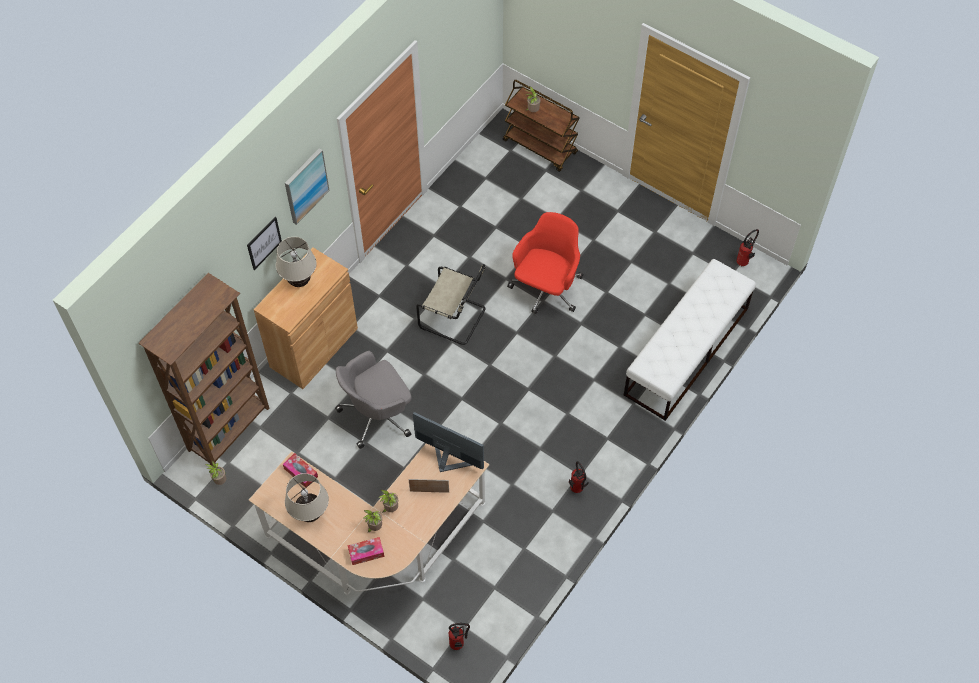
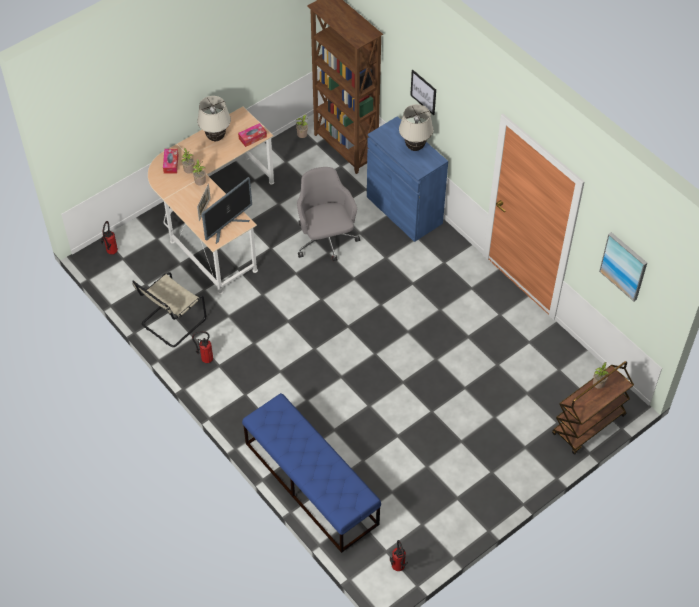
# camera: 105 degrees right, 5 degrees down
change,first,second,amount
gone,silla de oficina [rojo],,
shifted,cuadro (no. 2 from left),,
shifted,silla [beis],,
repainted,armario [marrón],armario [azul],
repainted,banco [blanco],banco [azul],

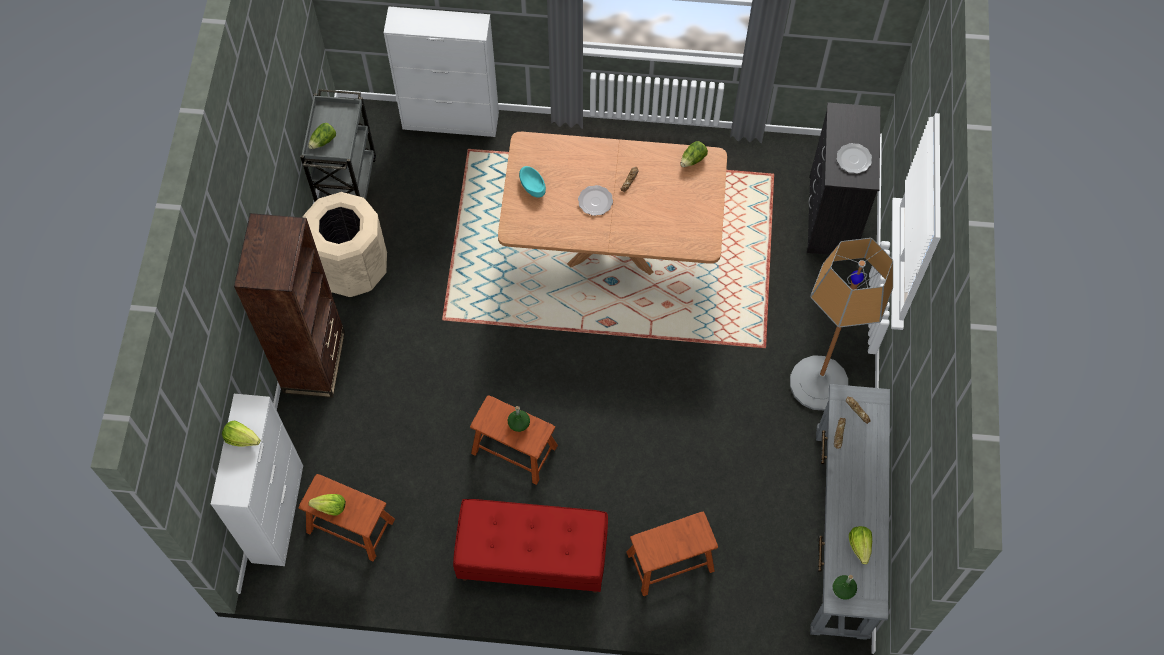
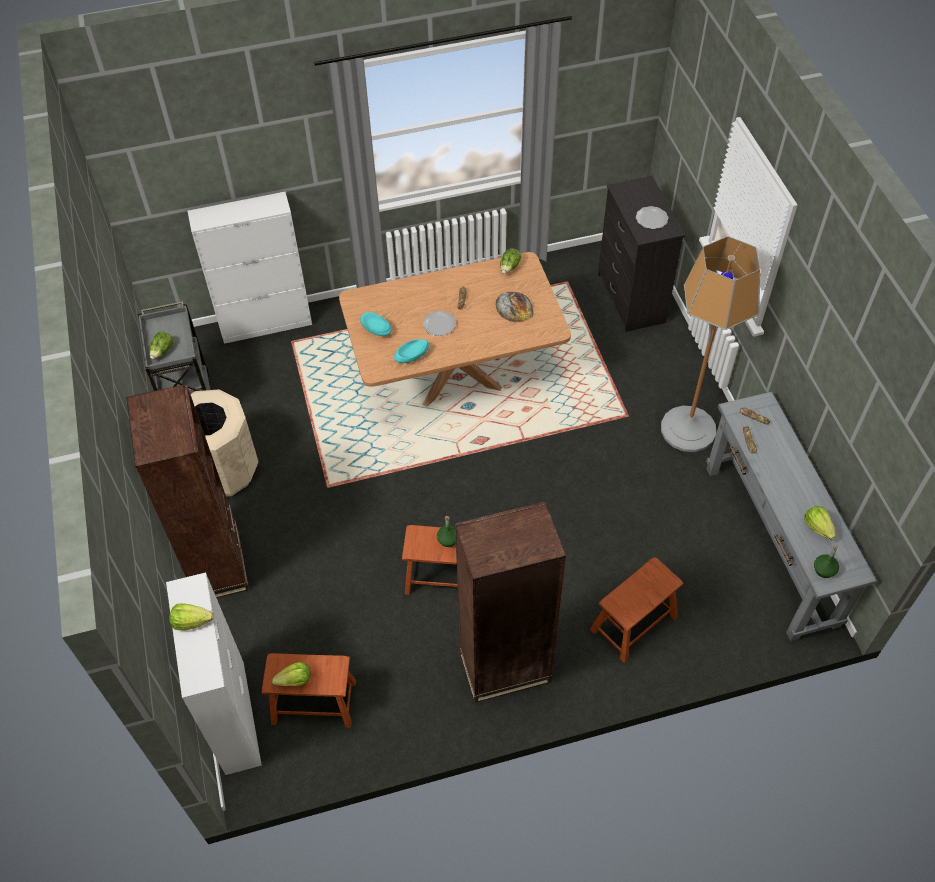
# camera: 20 degrees left, 10 degrees down
change,first,second,amount
new,,cuenco [turquesa] (no. 2 from left),
new,,pan (no. 2 from left),
swapped,banco [rojo],estantería [marrón] (no. 2 from left),

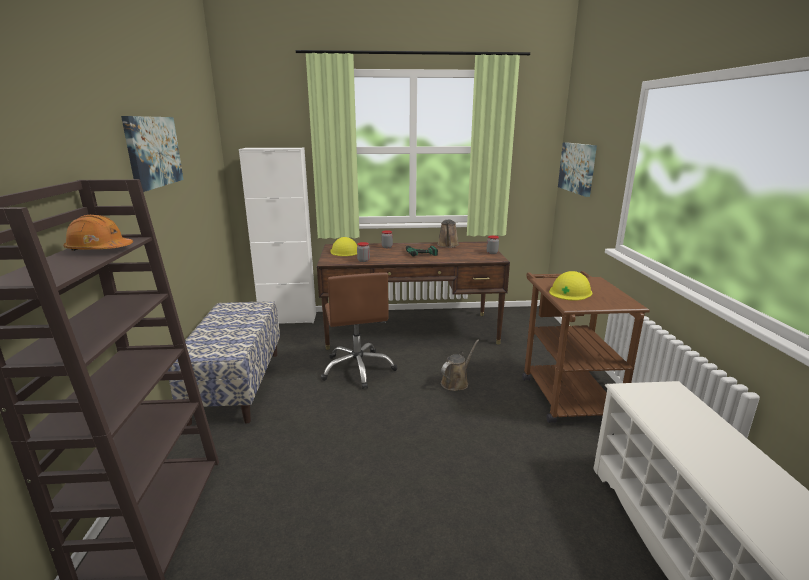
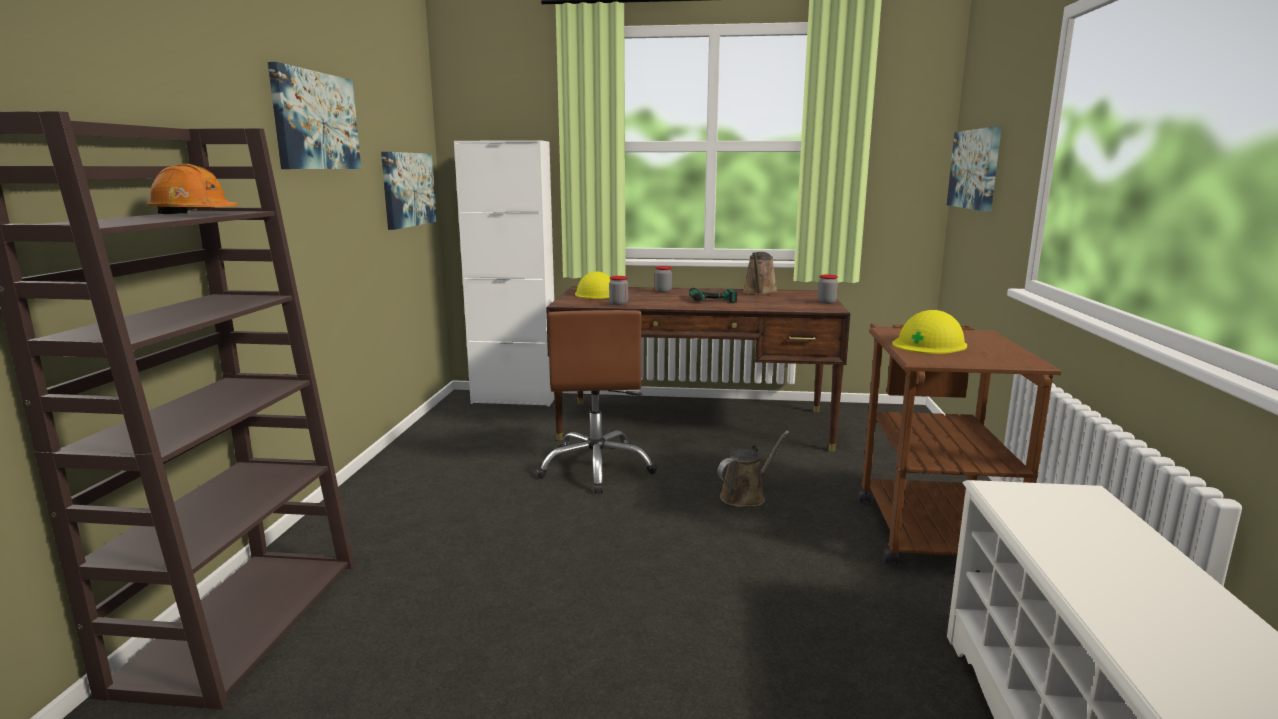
# camera: 10 degrees right, 5 degrees down
change,first,second,amount
gone,banco,,
new,,cuadro (no. 2 from left),

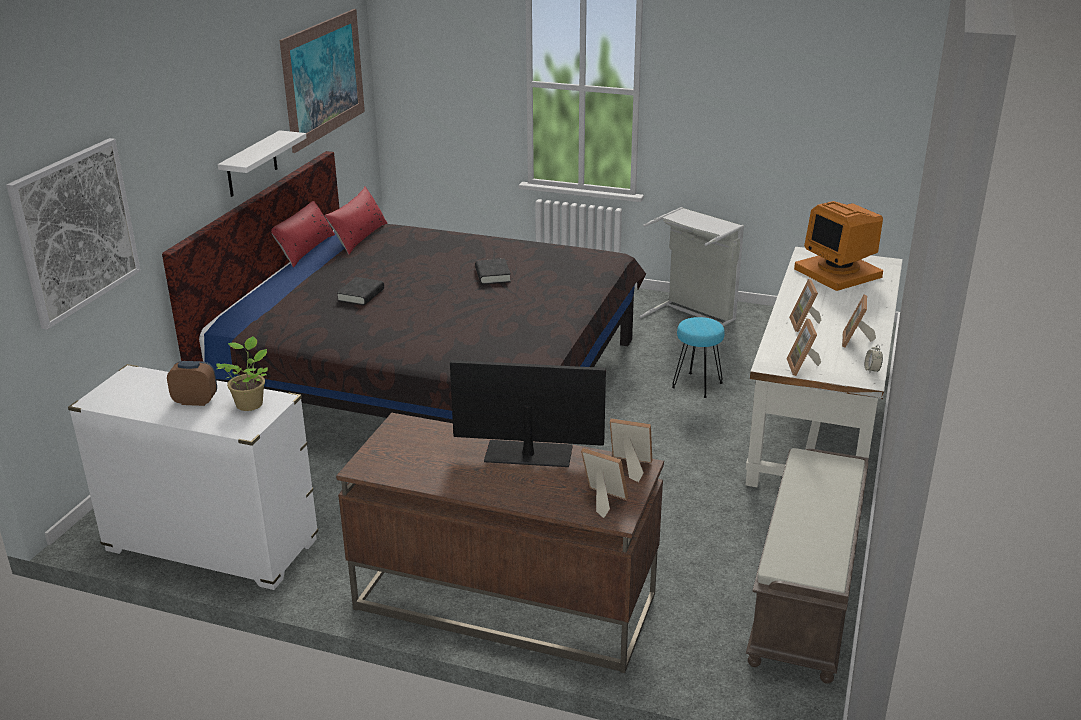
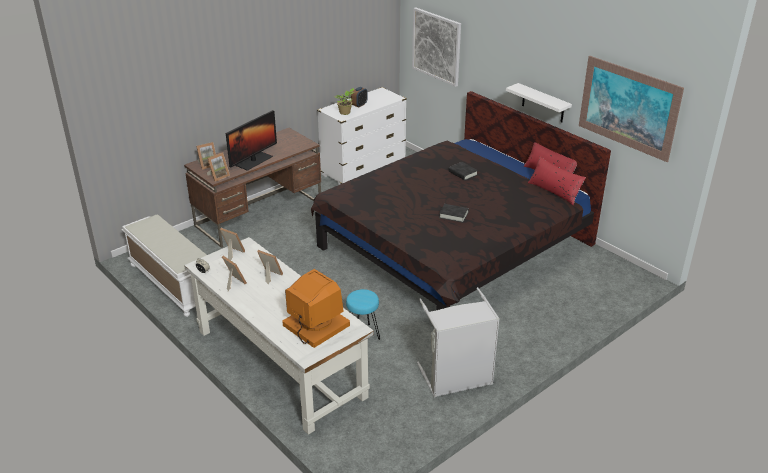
# camera: 120 degrees right, 5 degrees up
change,first,second,amount
repainted,banco [marrón],banco [blanco],
rotated,monitor (no. 2 from left),,45 degrees clockwise

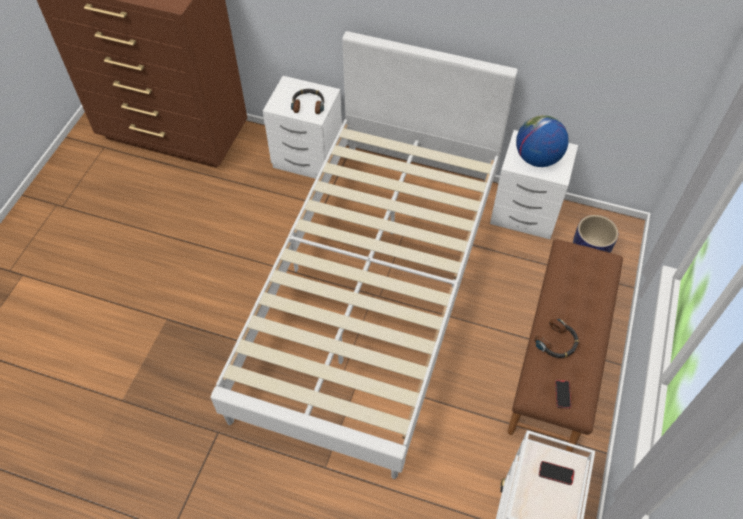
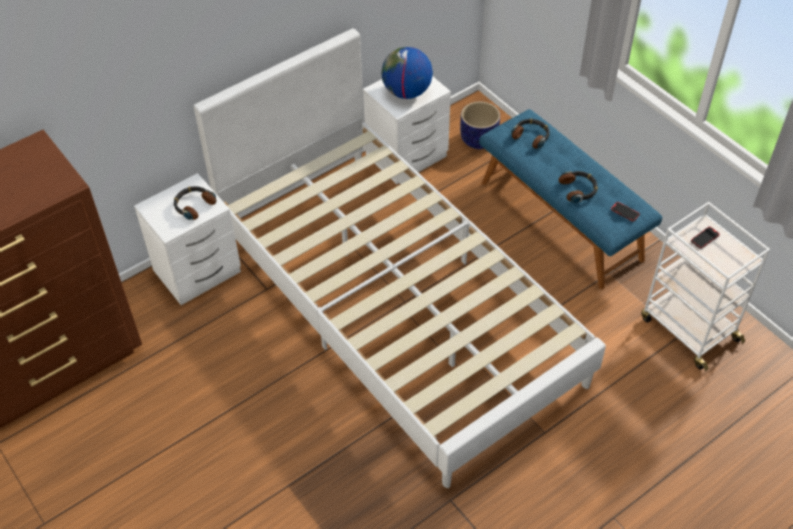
# camera: 55 degrees left, 5 degrees down
change,first,second,amount
new,,auriculares (no. 2 from left),
repainted,banco [marrón],banco [azul],

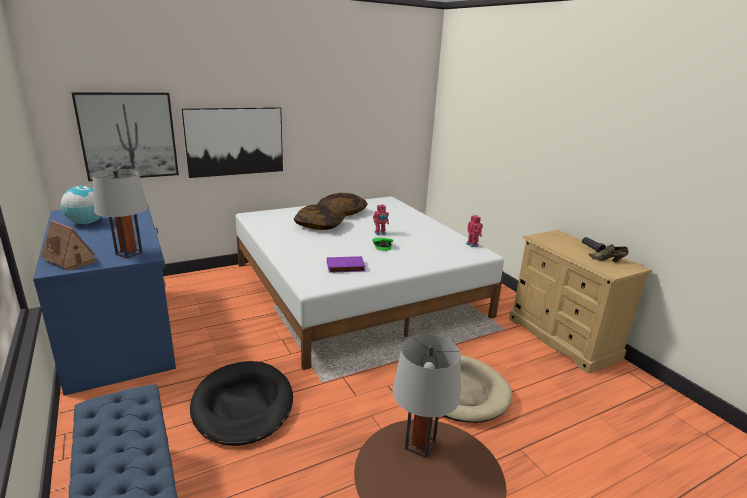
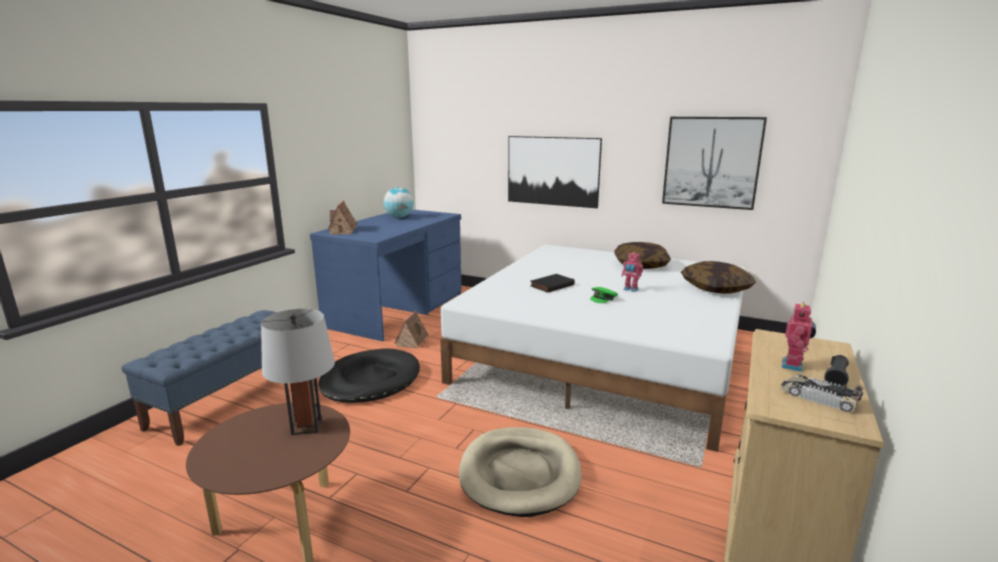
# camera: 55 degrees right, 5 degrees down
change,first,second,amount
gone,lámpara de mesa [gris] (no. 1 from left),,
gone,libro [morado],,
new,,casita (no. 2 from left),
new,,libro [negro],
shifted,cuadro (no. 1 from left in the first image),cuadro (no. 2 from left),
shifted,cojín (no. 1 from left in the first image),cojín (no. 2 from left),
shifted,robot de juguete (no. 2 from left),,
swapped,zapato [marrón],coche de juguete,

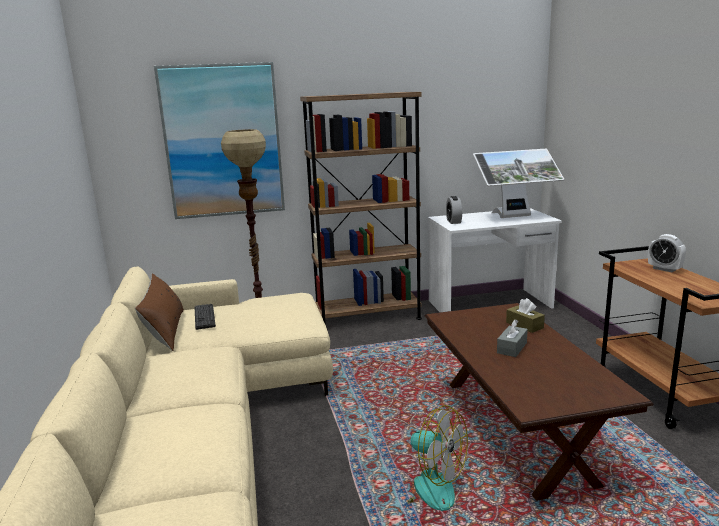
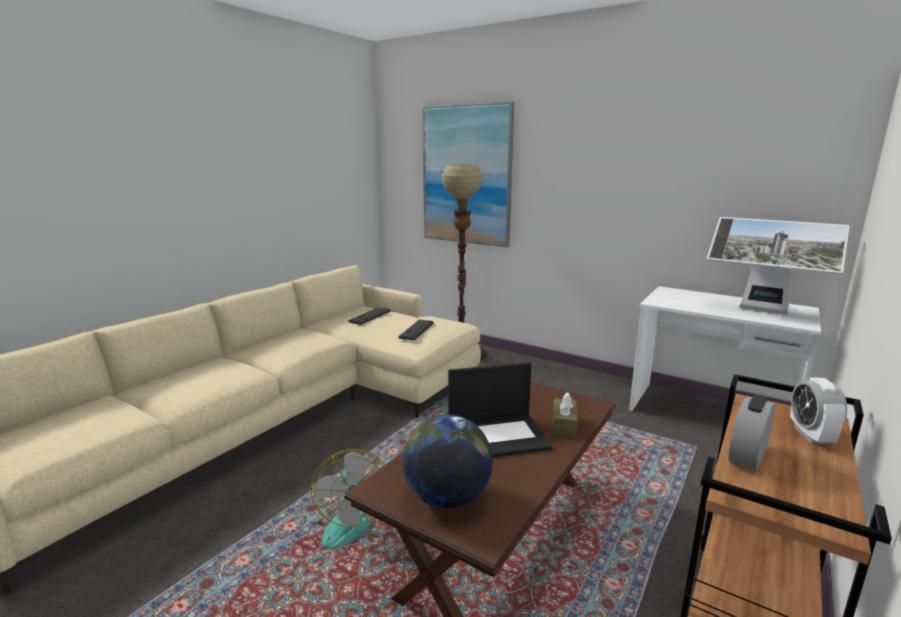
# camera: 45 degrees right, 0 degrees up
change,first,second,amount
gone,cojín [marrón],,
gone,estantería [marrón],,
new,,teclado (no. 2 from left),
new,,globo terráqueo,
shifted,despertador (no. 1 from left),,
swapped,caja de pañuelos [gris],portátil,

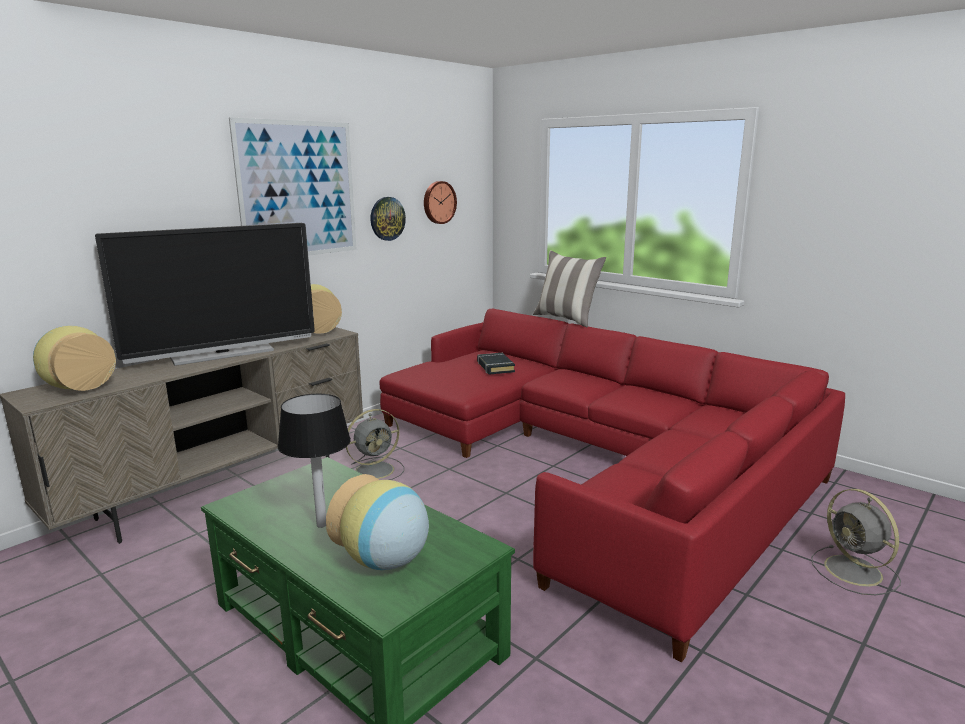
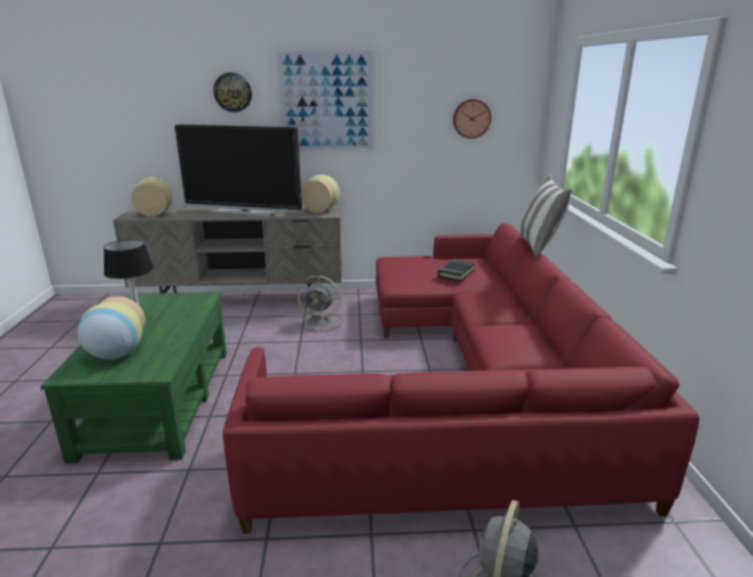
# camera: 45 degrees right, 5 degrees up
change,first,second,amount
shifted,reloj de pared (no. 1 from left),,

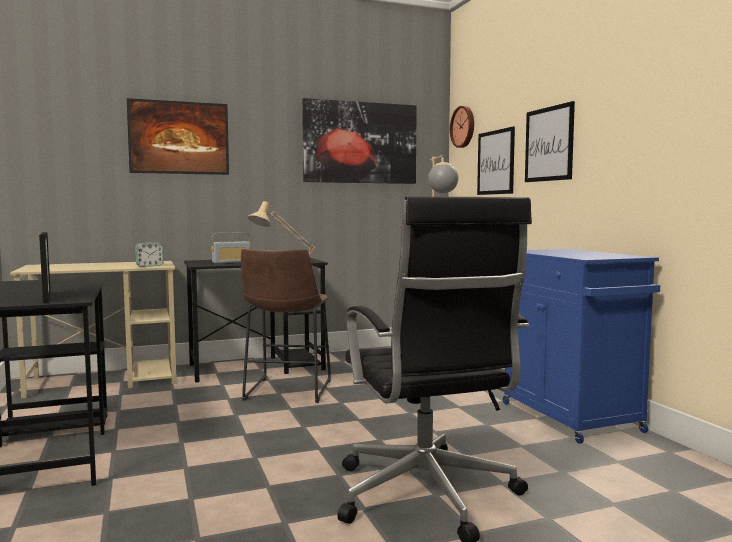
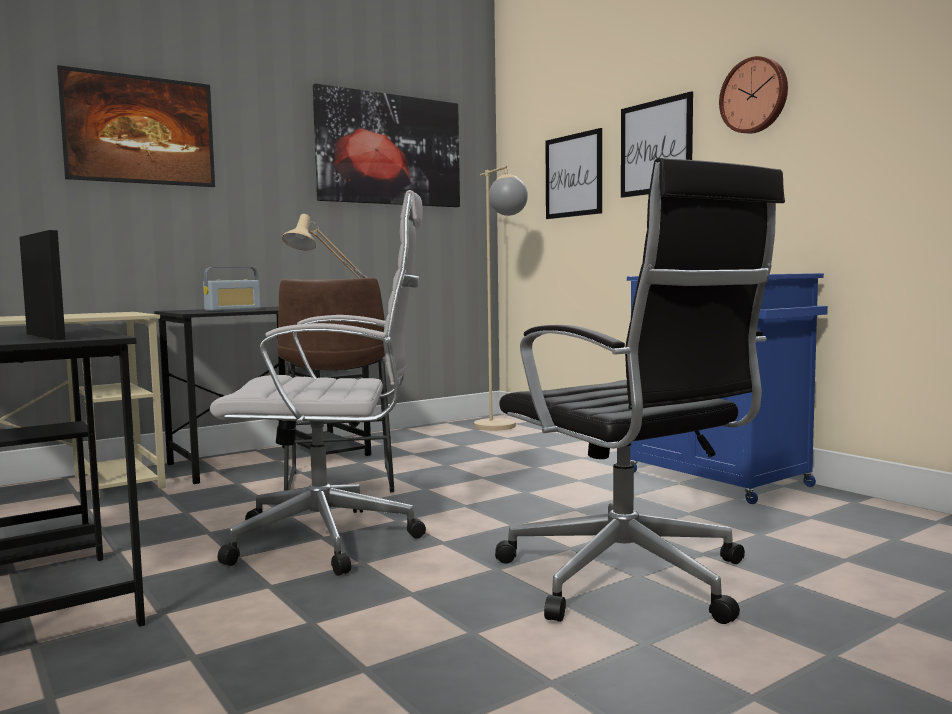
# camera: 15 degrees left, 0 degrees up
change,first,second,amount
gone,despertador,,
new,,silla de oficina [blanco],
shifted,reloj de pared,,

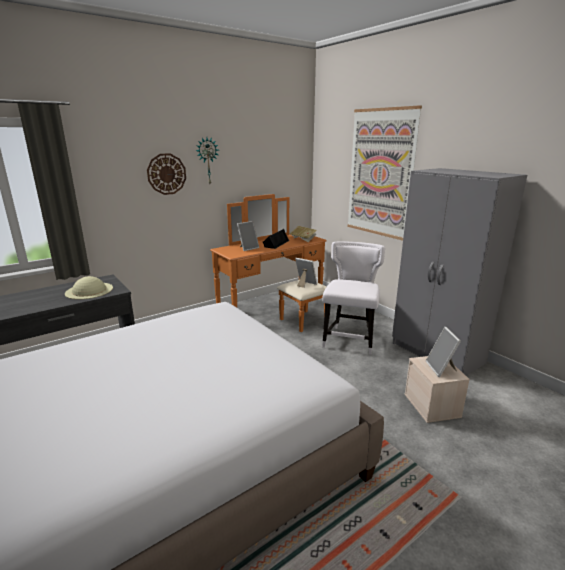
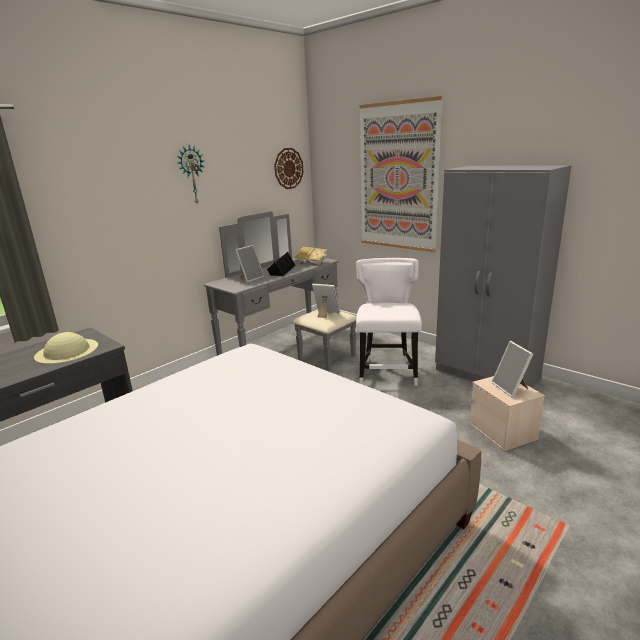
# camera: 10 degrees left, 0 degrees up
change,first,second,amount
shifted,reloj de pared (no. 1 from left in the first image),reloj de pared (no. 2 from left),
repainted,cómoda [naranja],cómoda [gris],

